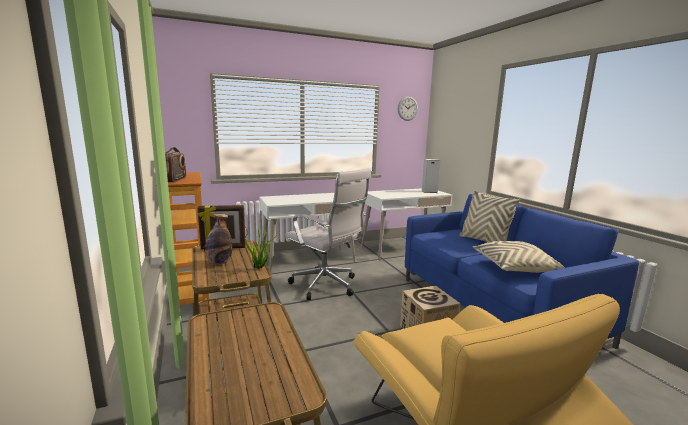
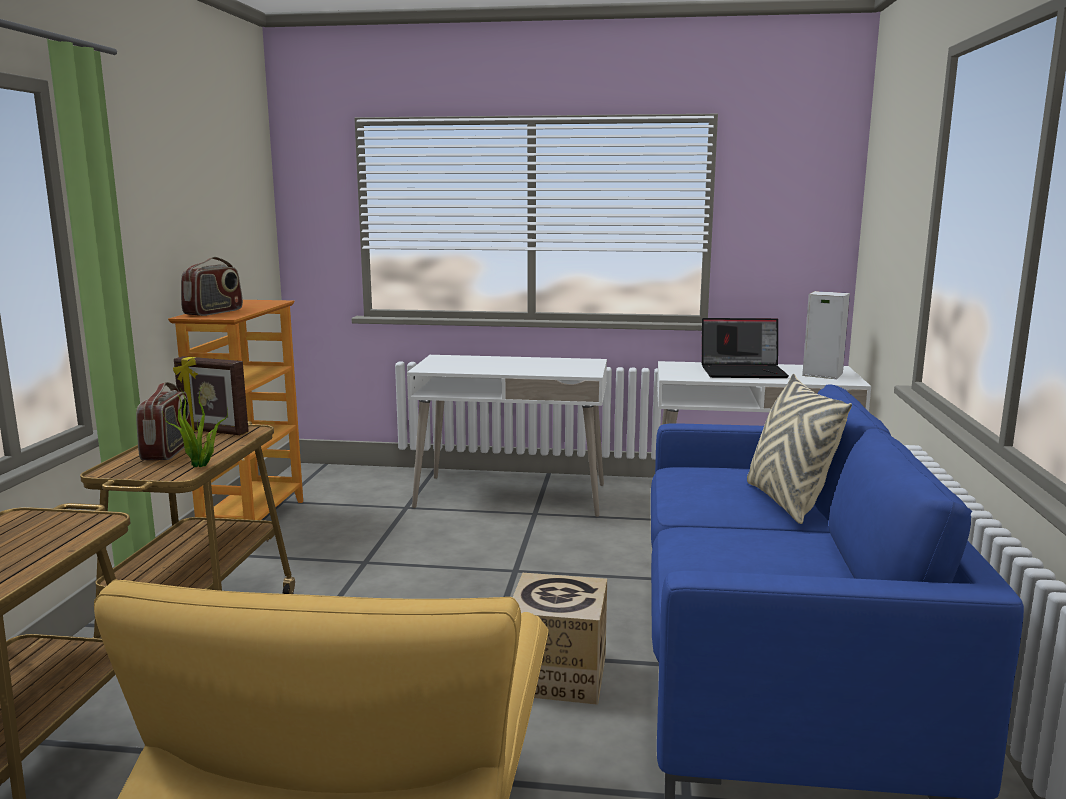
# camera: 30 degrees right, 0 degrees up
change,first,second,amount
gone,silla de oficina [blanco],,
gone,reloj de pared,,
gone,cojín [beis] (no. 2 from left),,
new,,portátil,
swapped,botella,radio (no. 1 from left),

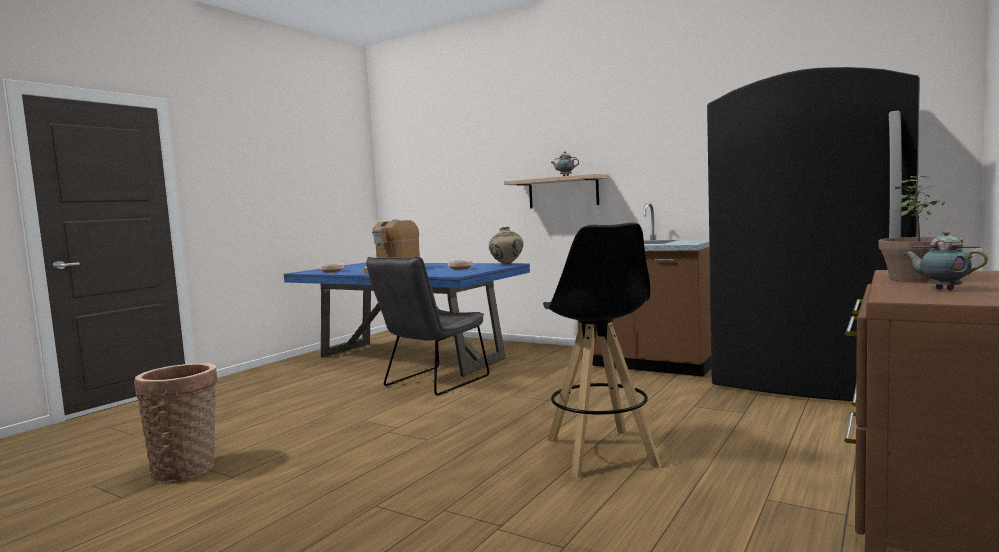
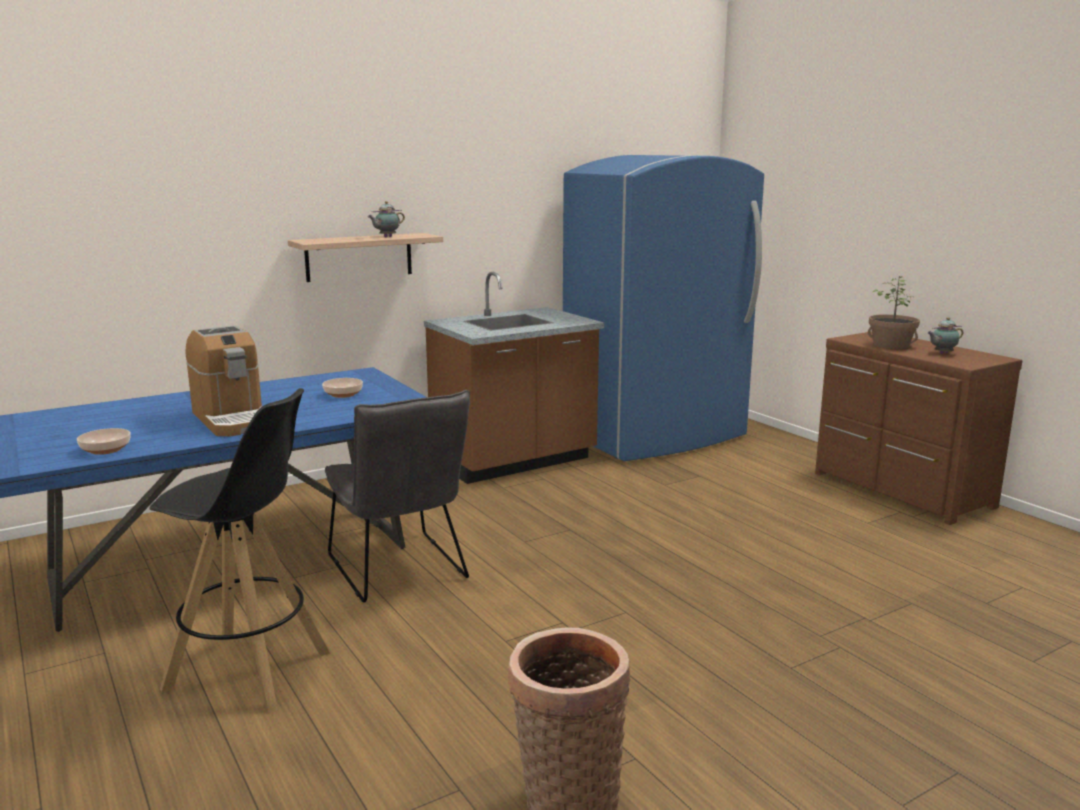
# camera: 65 degrees left, 10 degrees up
change,first,second,amount
gone,florero [beis],,
shifted,taburete [negro],,
repainted,nevera [negro],nevera [azul],

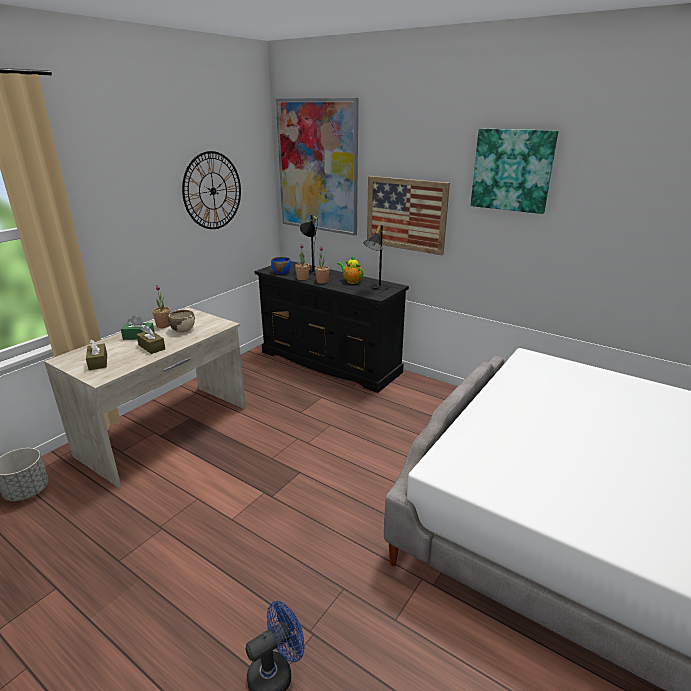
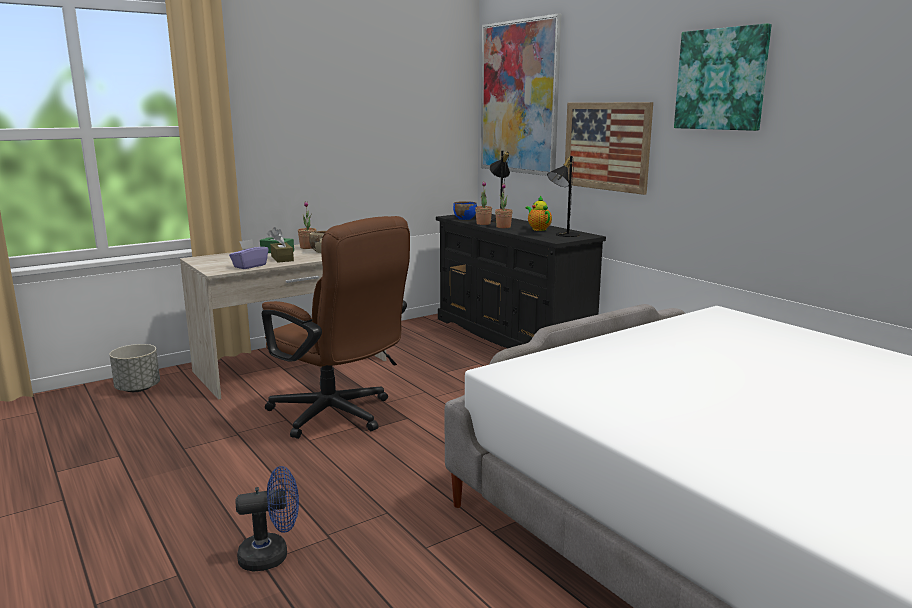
# camera: 20 degrees right, 10 degrees down
change,first,second,amount
gone,caja de pañuelos [marrón] (no. 1 from left),,
gone,reloj de pared,,
new,,caja de pañuelos [morado],
new,,silla de oficina [marrón],

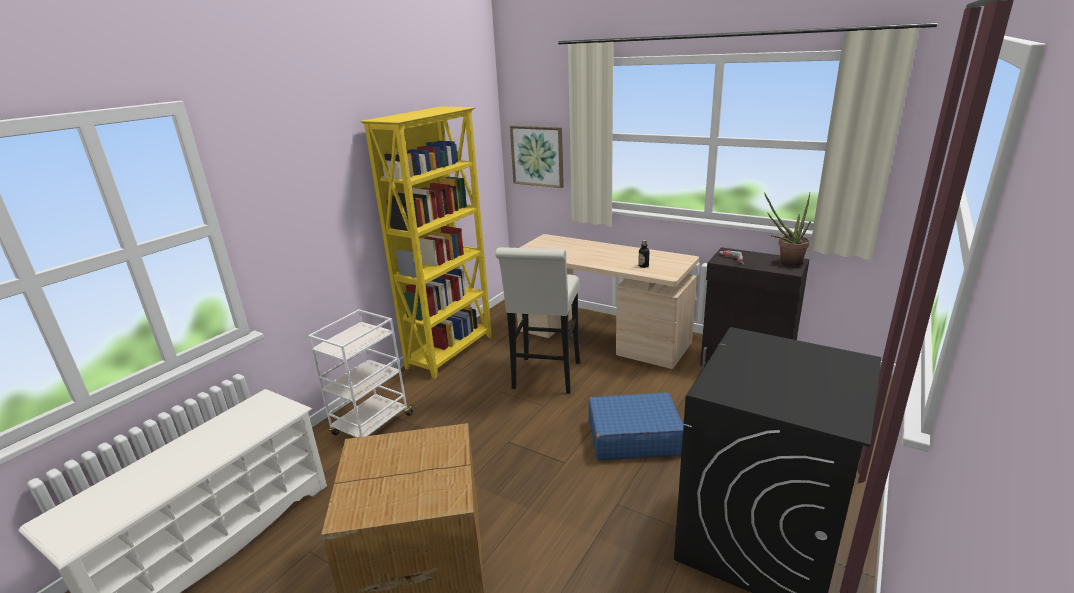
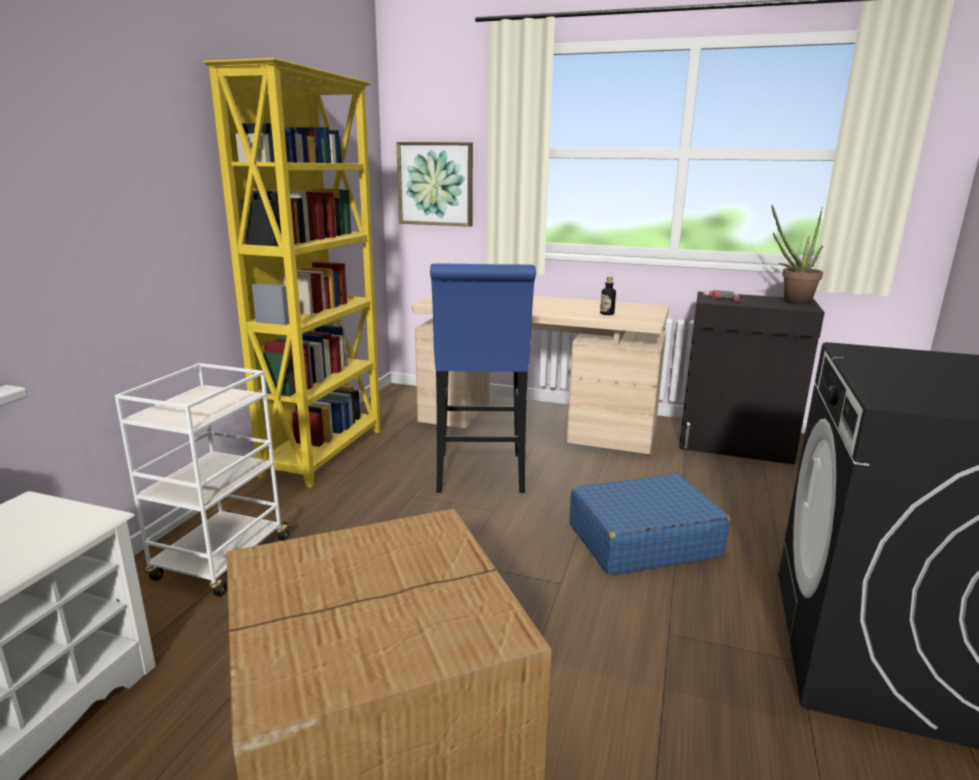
# camera: 15 degrees left, 5 degrees down
change,first,second,amount
repainted,taburete [blanco],taburete [azul],

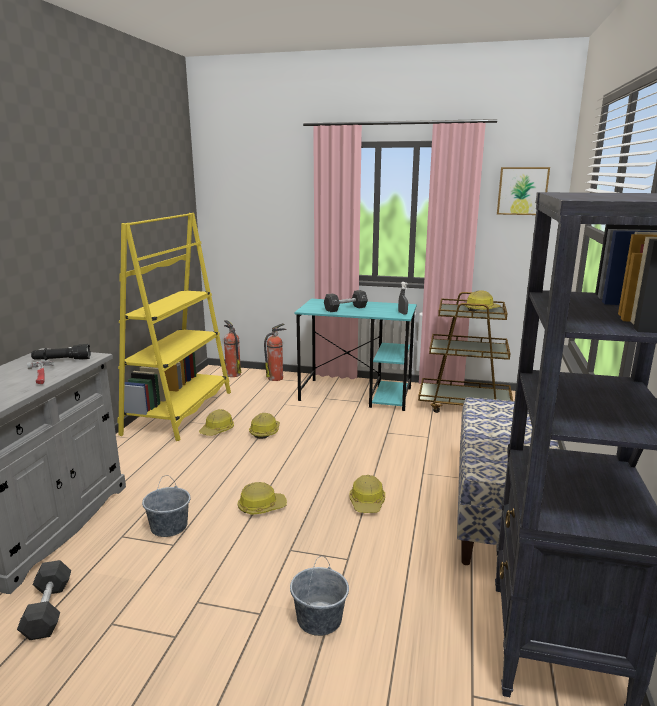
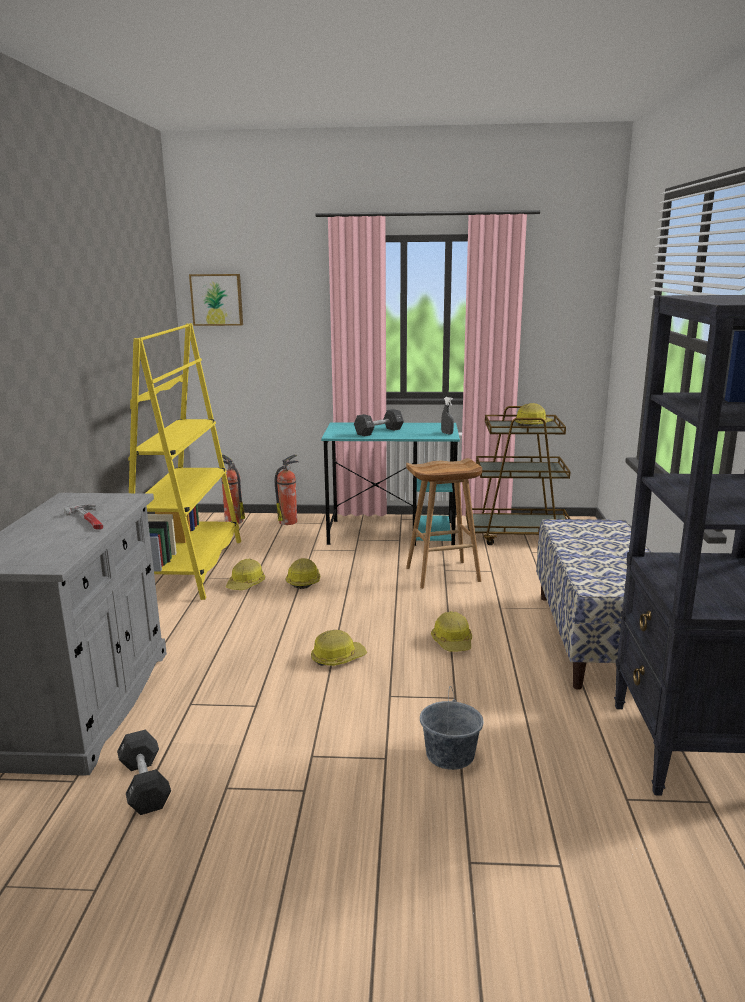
# camera: 10 degrees left, 0 degrees up
change,first,second,amount
gone,linterna [negro],,
gone,cubo [gris] (no. 1 from left),,
new,,taburete [marrón],
shifted,cuadro,,

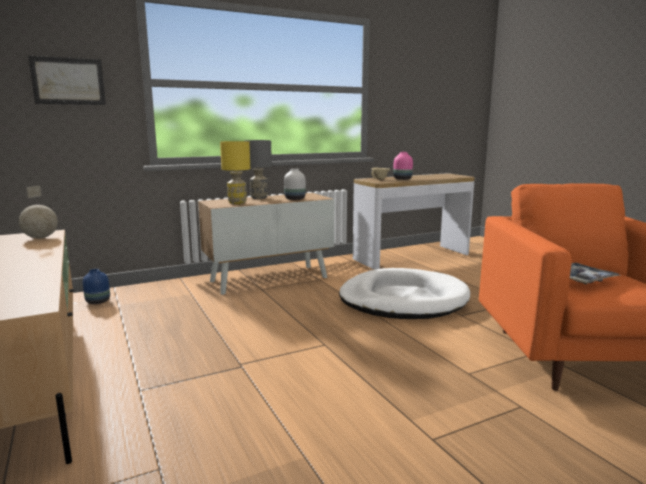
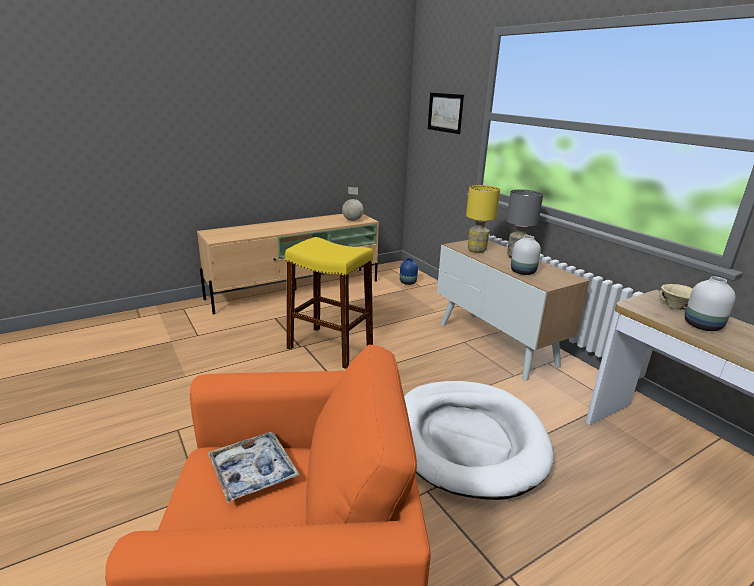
# camera: 85 degrees right, 10 degrees up
change,first,second,amount
new,,taburete [amarillo],
repainted,florero [rosa],florero [blanco] (no. 2 from left),

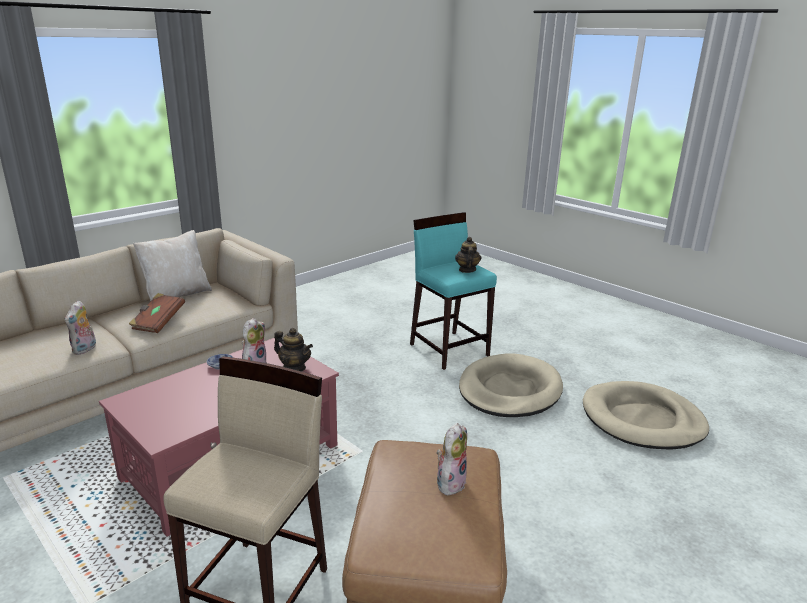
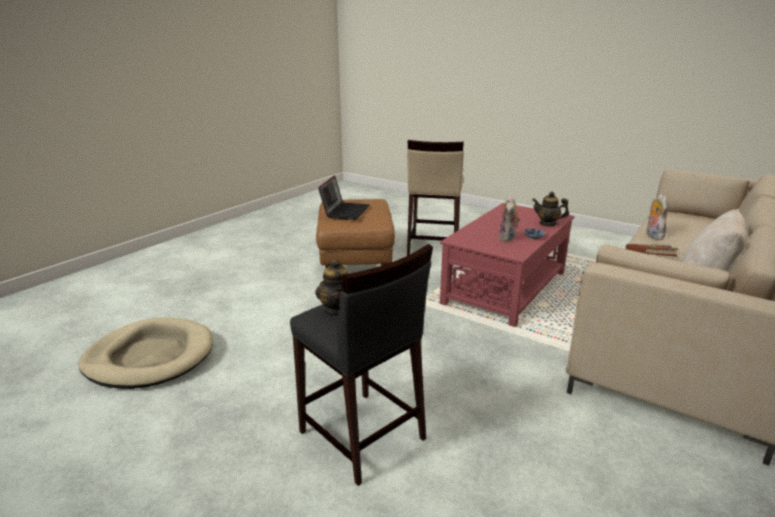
# camera: 170 degrees right, 0 degrees up
change,first,second,amount
gone,cama para perro [beis] (no. 1 from left),,
shifted,tetera (no. 1 from left in the first image),tetera (no. 2 from left),
swapped,peluche (no. 3 from left),portátil,
repainted,taburete [turquesa],taburete [negro],

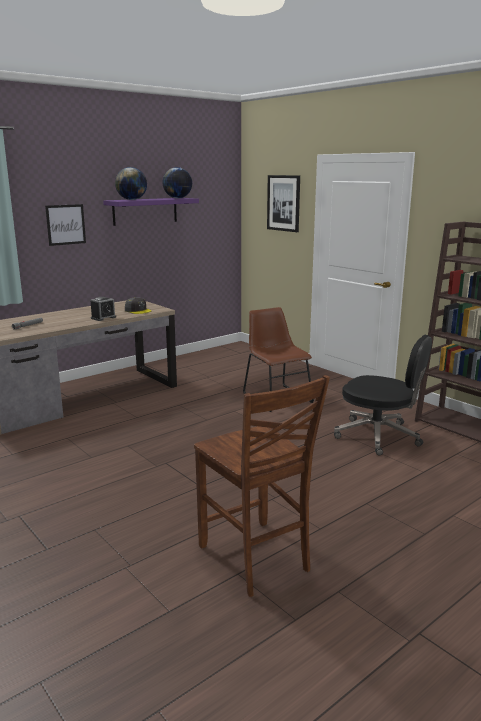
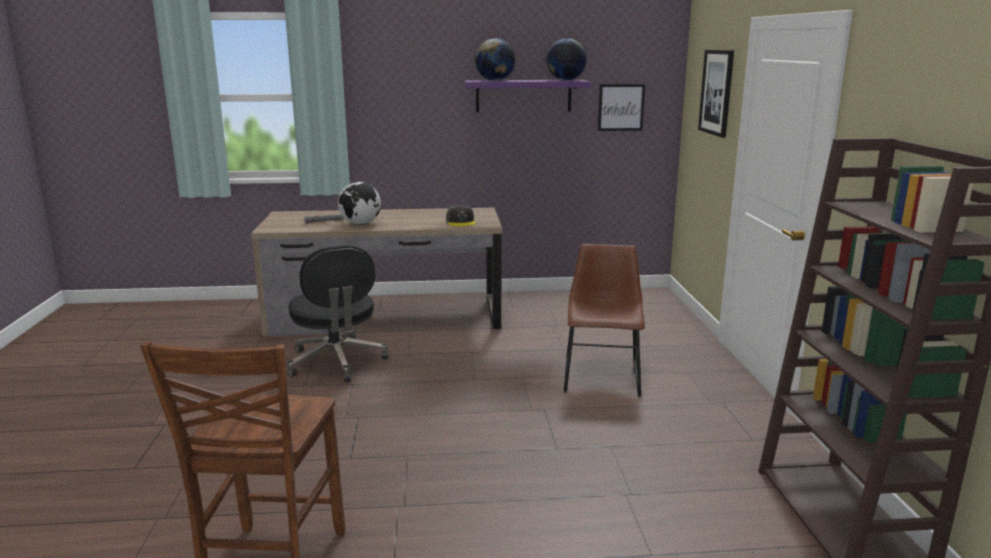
# camera: 35 degrees right, 0 degrees up
change,first,second,amount
gone,despertador,,
new,,globo terráqueo (no. 1 from left),
shifted,cuadro (no. 1 from left),,
shifted,silla de oficina [negro],,

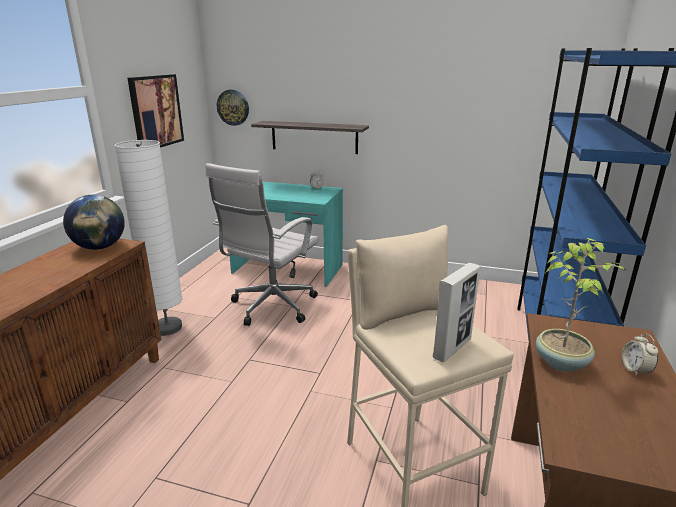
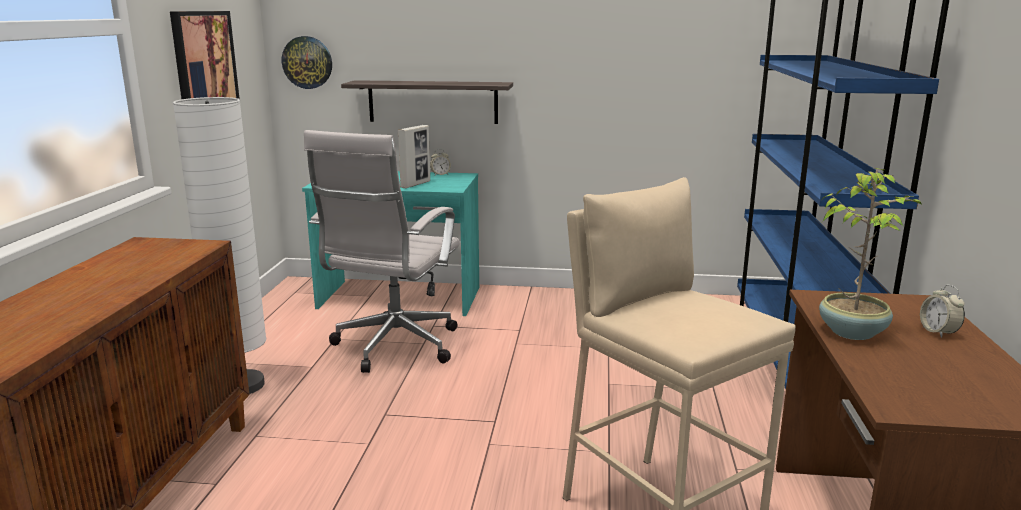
# camera: 10 degrees left, 5 degrees down
change,first,second,amount
gone,globo terráqueo,,
shifted,portarretratos,,

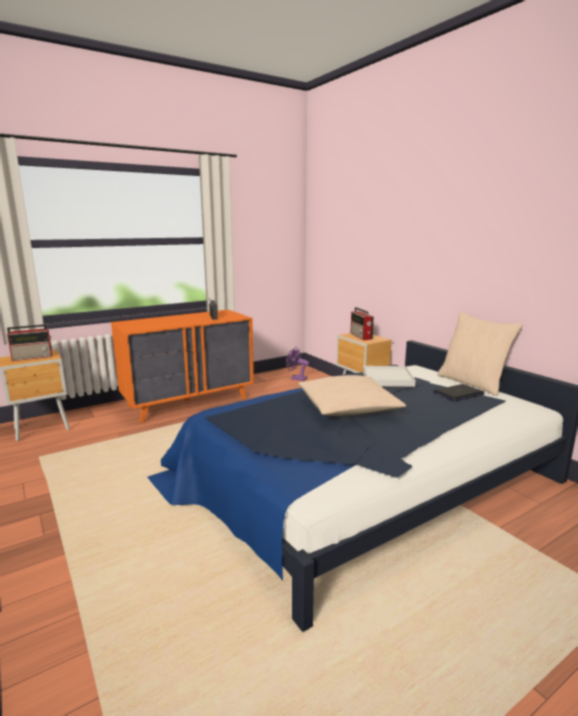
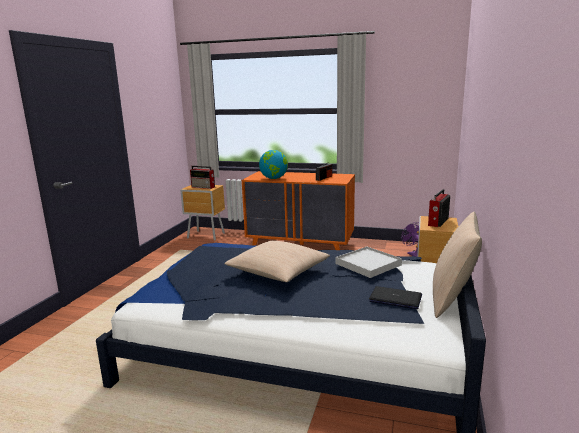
# camera: 50 degrees right, 0 degrees up
change,first,second,amount
new,,globo terráqueo,

